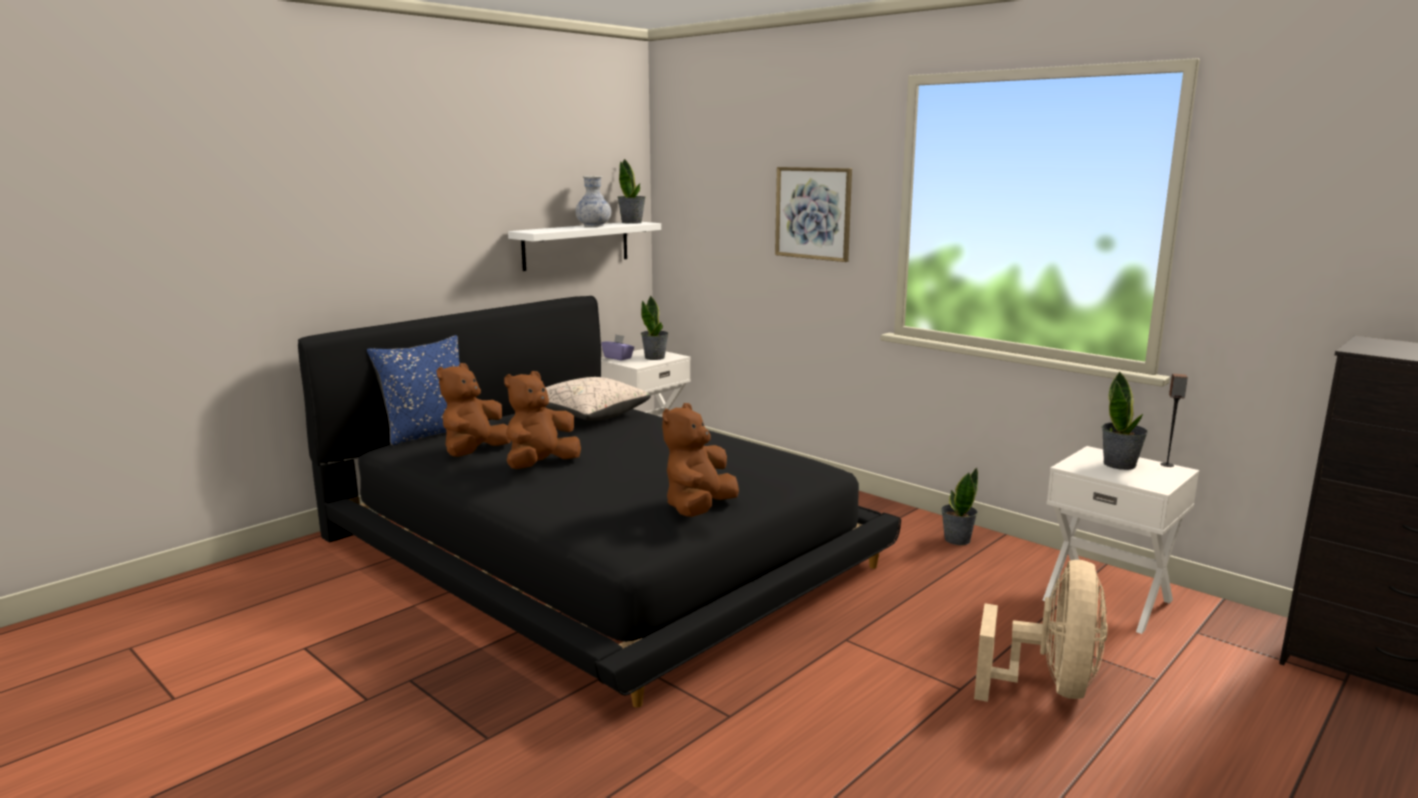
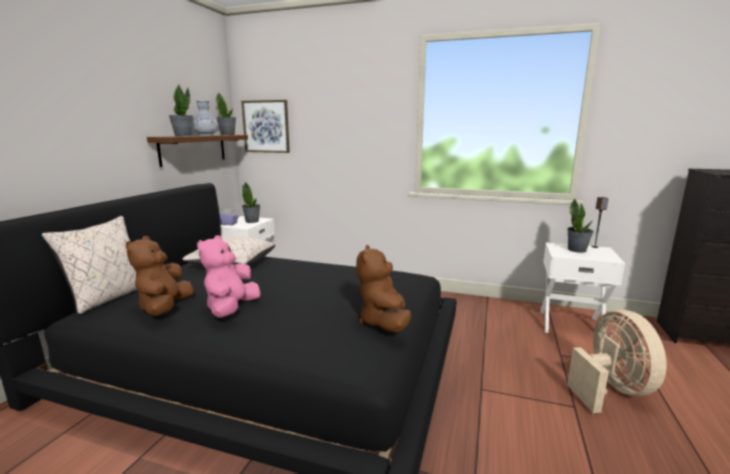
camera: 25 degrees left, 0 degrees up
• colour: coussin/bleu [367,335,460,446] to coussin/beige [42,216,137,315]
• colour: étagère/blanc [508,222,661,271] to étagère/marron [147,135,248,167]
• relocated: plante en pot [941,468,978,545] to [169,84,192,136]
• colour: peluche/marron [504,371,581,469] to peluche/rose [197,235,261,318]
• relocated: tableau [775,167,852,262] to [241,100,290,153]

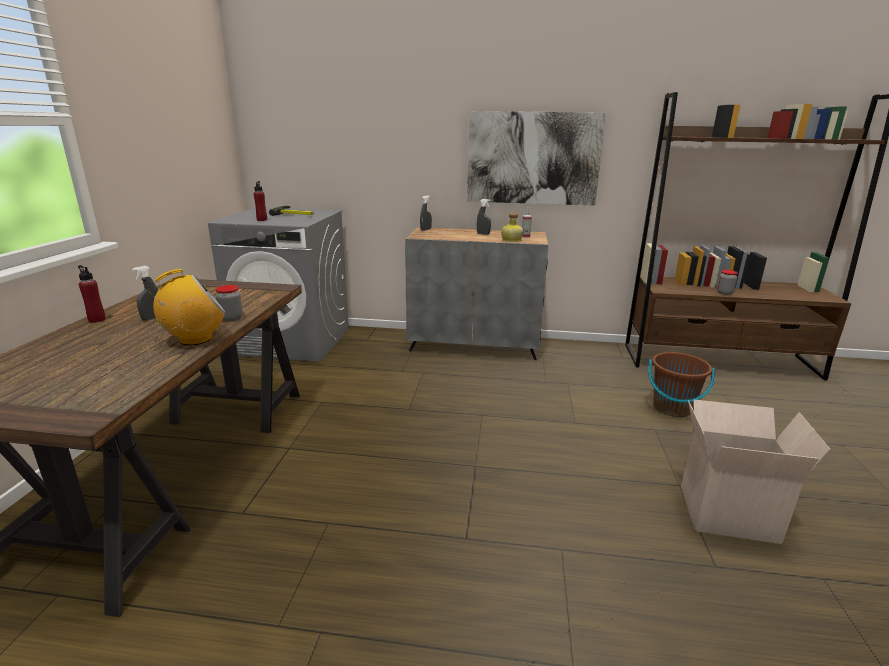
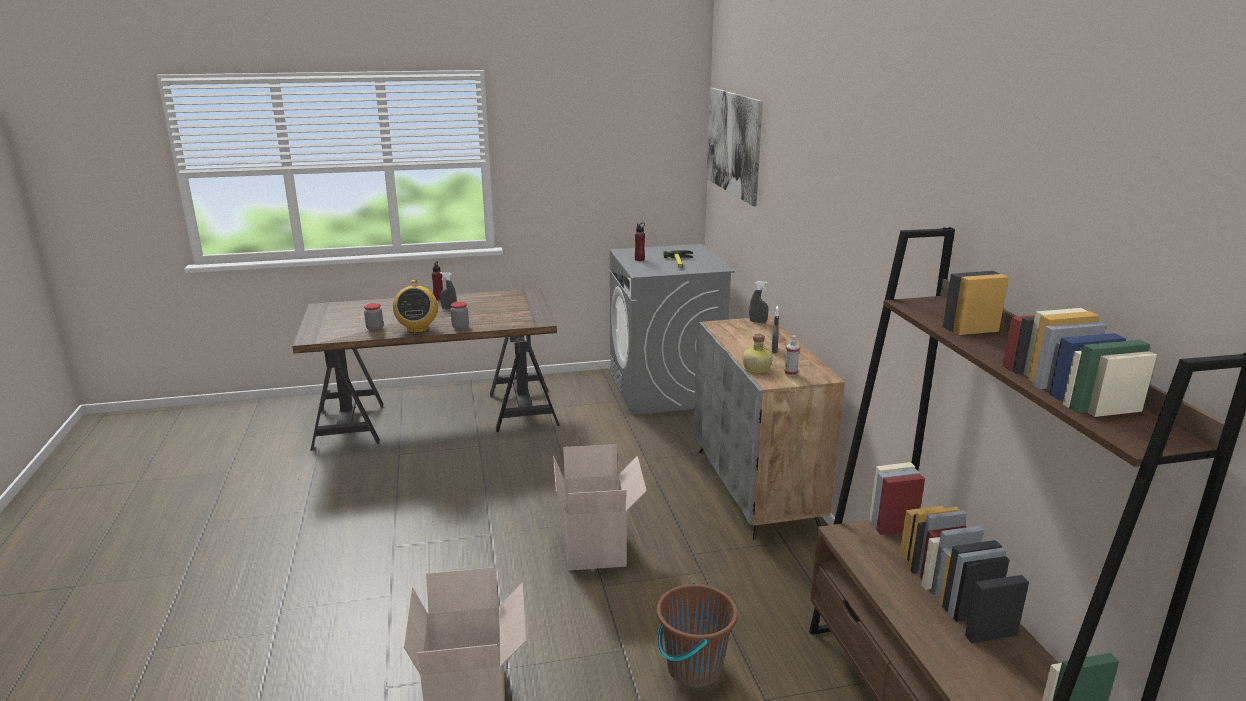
camera: 70 degrees right, 0 degrees up
• relocated: bocal [717,270,738,295] to [364,303,383,331]
• spun: radio [148,269,226,345] = [393,280,438,333] 45 degrees clockwise
• appeared: carton [553,444,647,571]
• relocated: tableau [467,111,606,206] to [706,88,763,206]

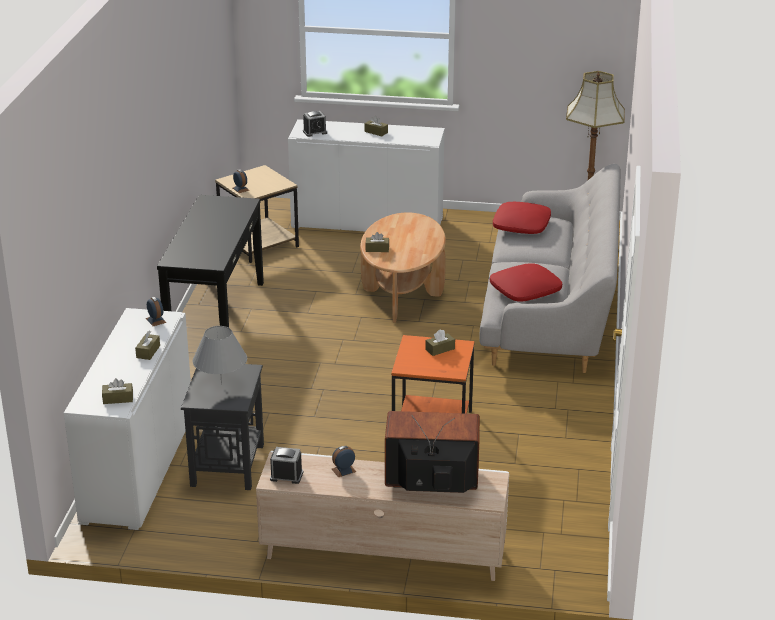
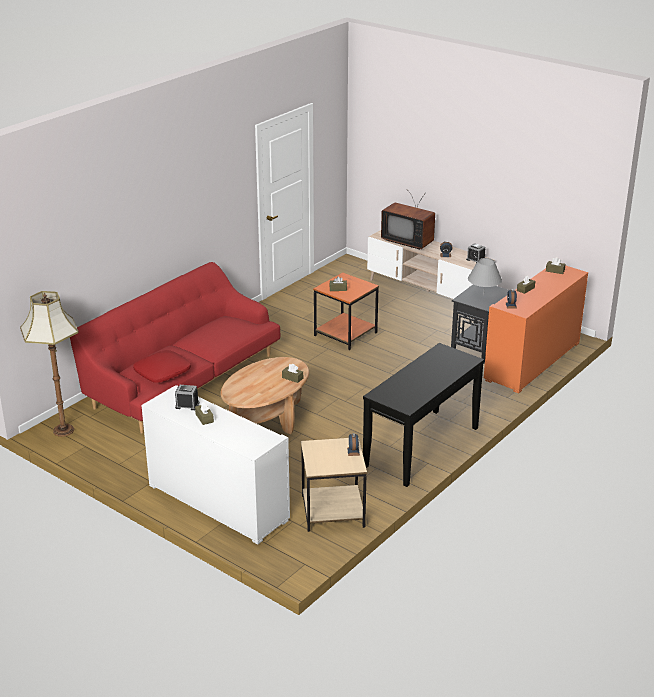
camera: 150 degrees left, 0 degrees up
• colour: canapé/gris [479,164,621,373] to canapé/rouge [70,262,280,434]
• relocated: réveil [303,111,327,137] to [175,385,199,410]
• colour: meuble de rangement/blanc [64,308,191,530] to meuble de rangement/orange [484,265,588,393]
• missing: coussin/rouge [490,263,562,302]

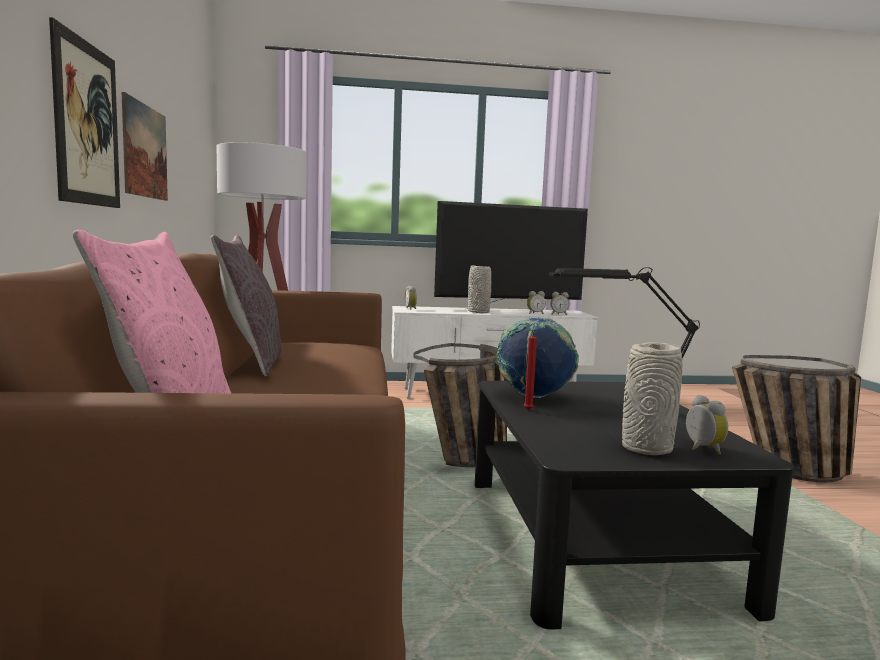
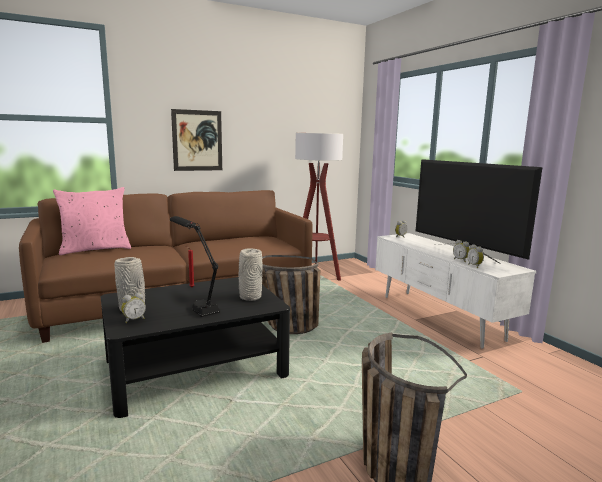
camera: 70 degrees right, 5 degrees up
• relocated: vase/gris [468,265,491,313] to [238,248,263,301]
• missing: tableau [122,92,168,201]
• missing: coussin/gris [211,235,282,376]
• missing: globe [497,317,579,398]

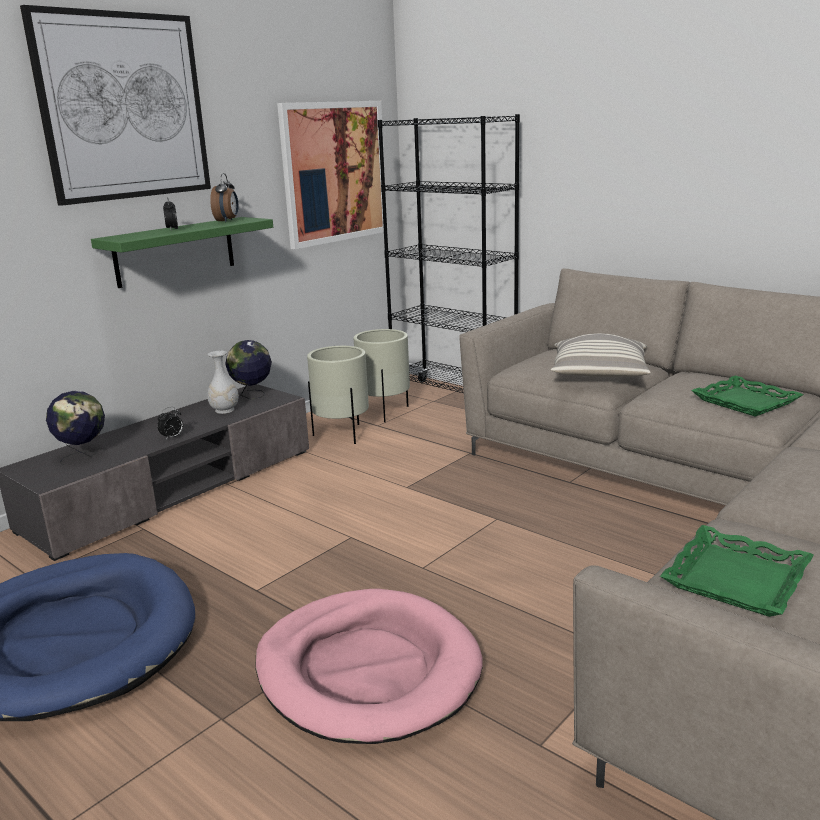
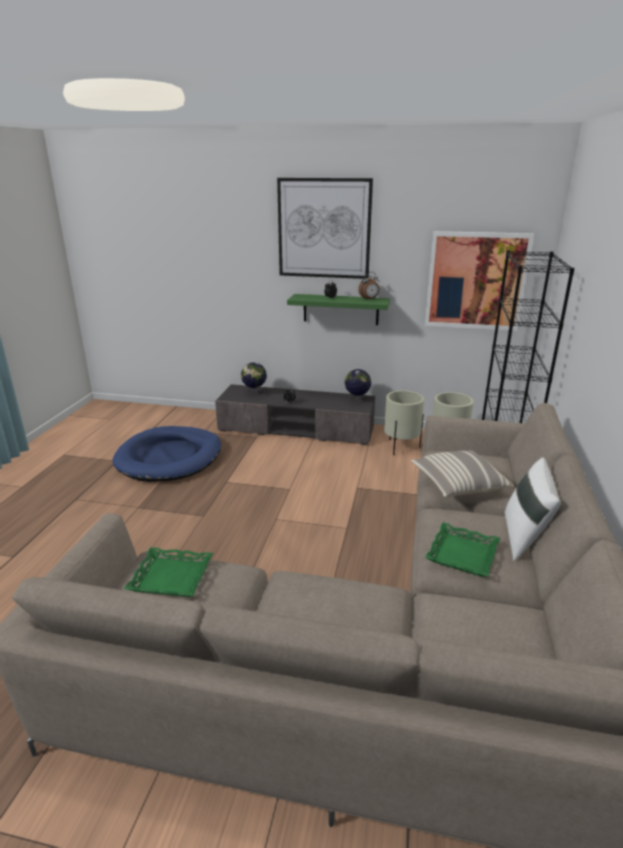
camera: 60 degrees right, 5 degrees up
• appeared: coussin/blanc [504,458,561,561]
• missing: vase/blanc [207,351,239,414]
• missing: panier pour chien/rose [255,589,483,744]

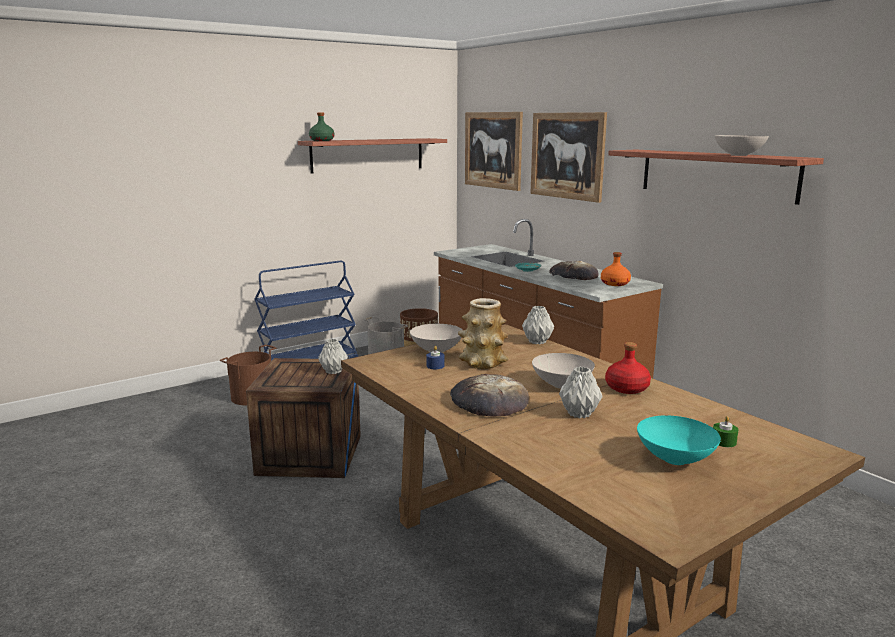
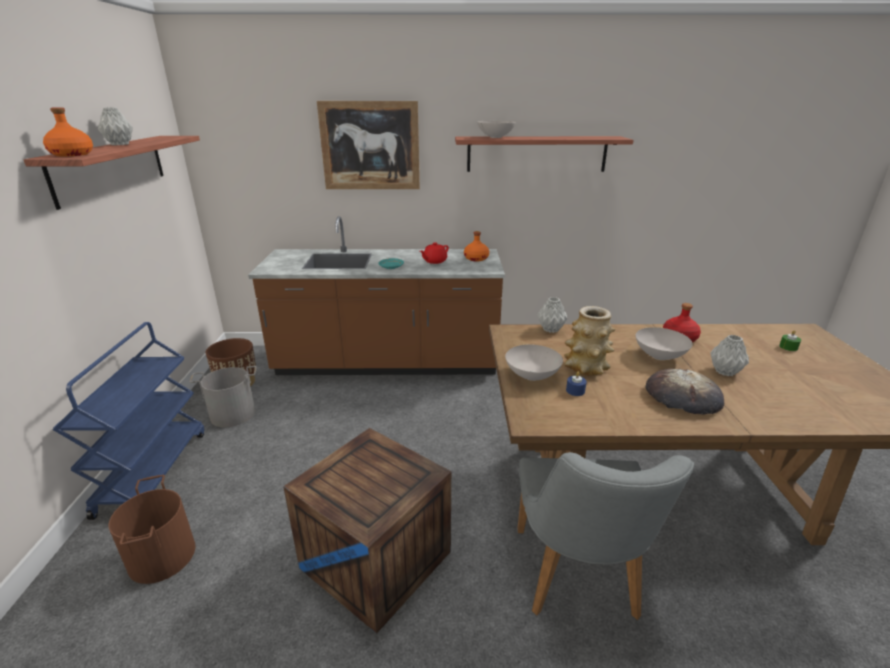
camera: 55 degrees left, 10 degrees up
• colour: bouteille/vert [309,112,334,141] to bouteille/orange [43,107,93,156]
• relocated: vase/gris [318,339,348,374] to [98,107,133,145]
• exchanged: pain [549,261,599,280] to théière/rouge [420,242,449,264]
• relocated: bol/blanc [715,135,769,156] to [477,121,516,138]
• appeared: chaise/gris [517,452,694,620]
• missing: tableau [465,112,523,191]
• missing: bol/turquoise [637,415,721,465]

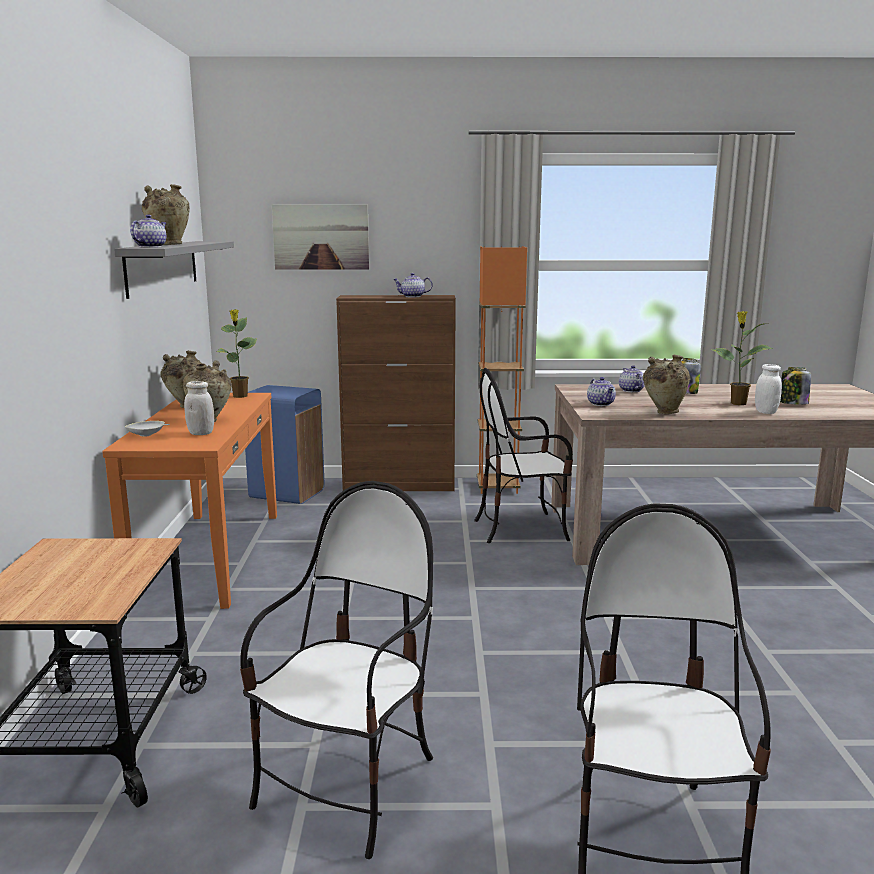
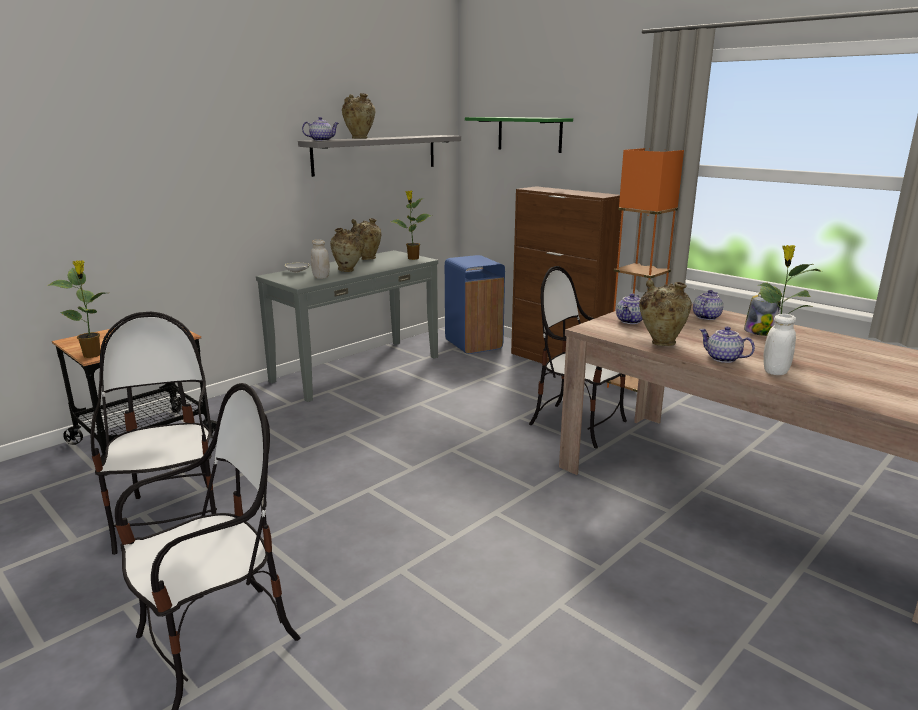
camera: 45 degrees right, 5 degrees up
• appeared: plante en pot [49,260,105,358]
• spun: chaise [240,481,433,859] = [91,312,217,555] 90 degrees counterclockwise
• colour: table console/orange [102,393,277,609] to table console/gris [256,250,438,402]
• exchanged: tableau [272,204,369,270] to étagère/vert [465,117,573,153]
• relocated: théière [393,273,433,297] to [699,326,755,363]
• missing: bocal [780,367,811,405]

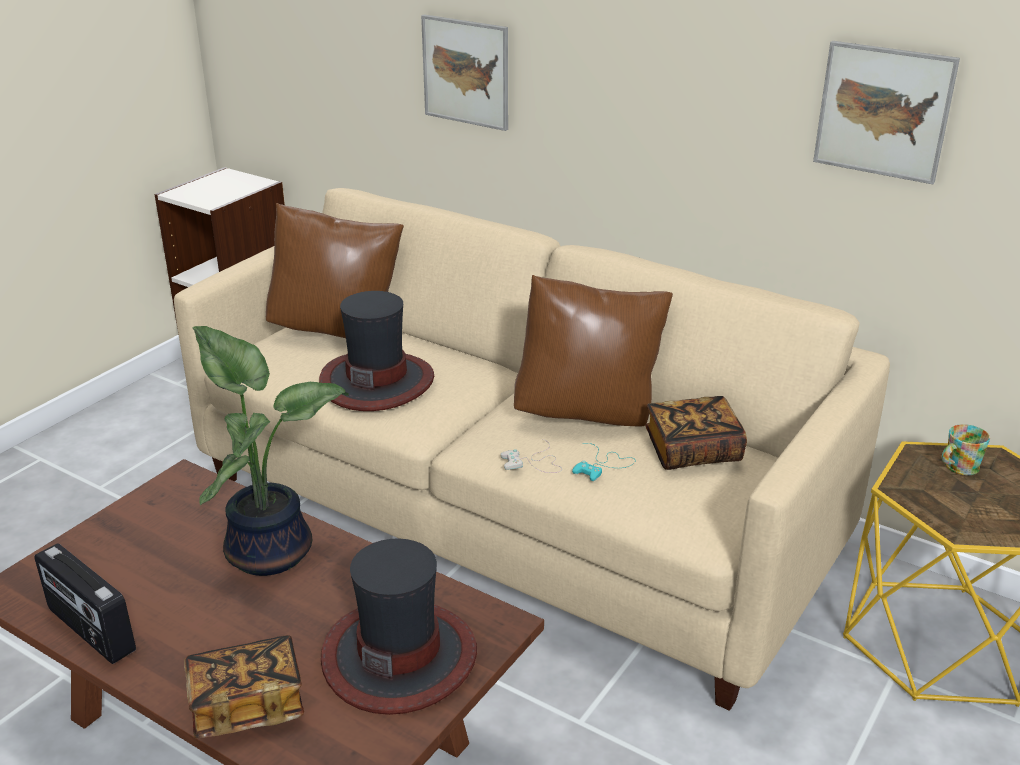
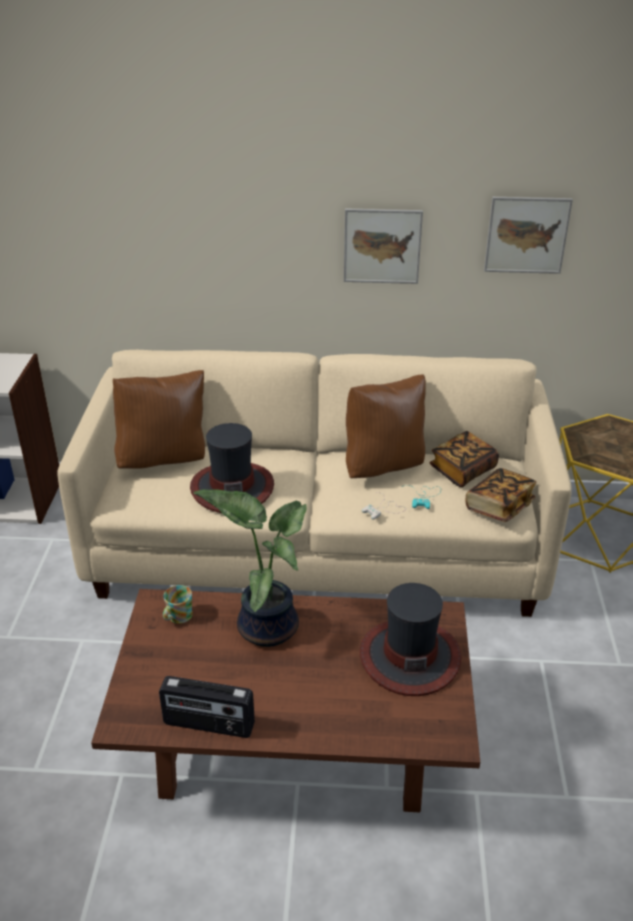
camera: 30 degrees left, 5 degrees up
• relocated: mug [942,424,990,475] to [163,585,193,624]
• relocated: tableau [421,14,508,131] to [344,208,423,284]
• relocated: livre [184,635,304,738] to [466,468,536,522]

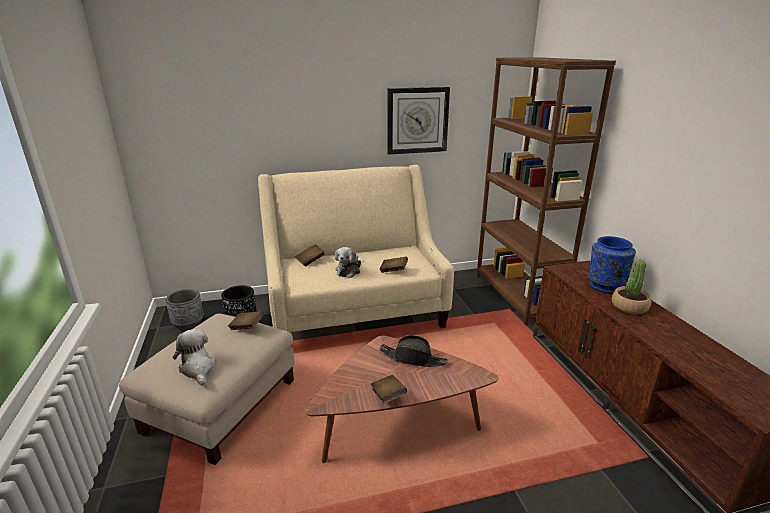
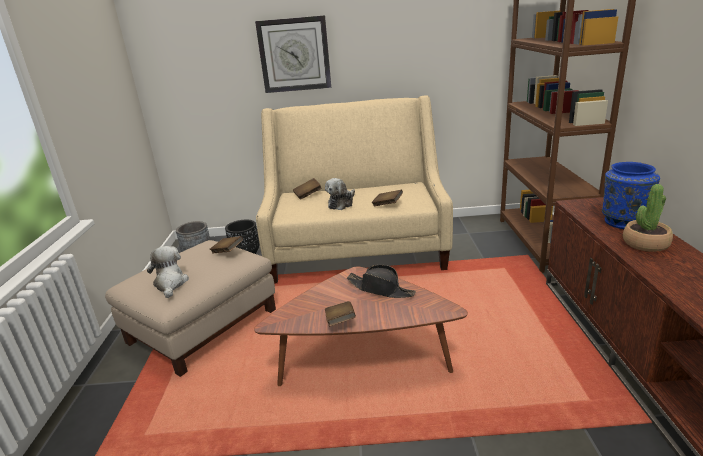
camera: 15 degrees right, 0 degrees up
• relocated: horloge murale [387,87,450,155] to [255,15,331,93]

